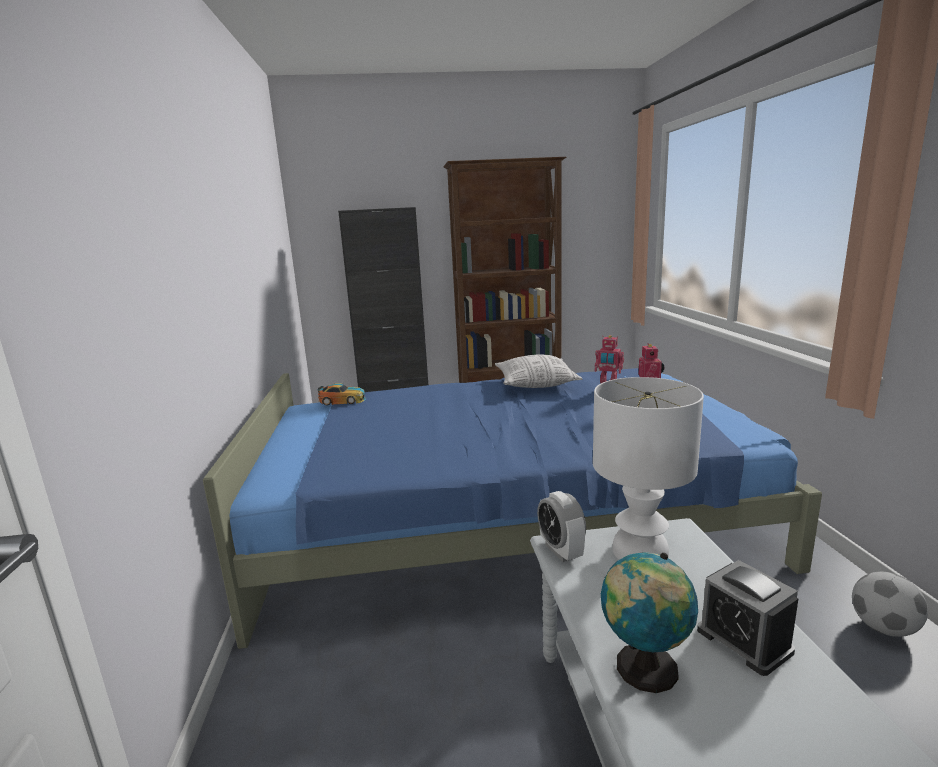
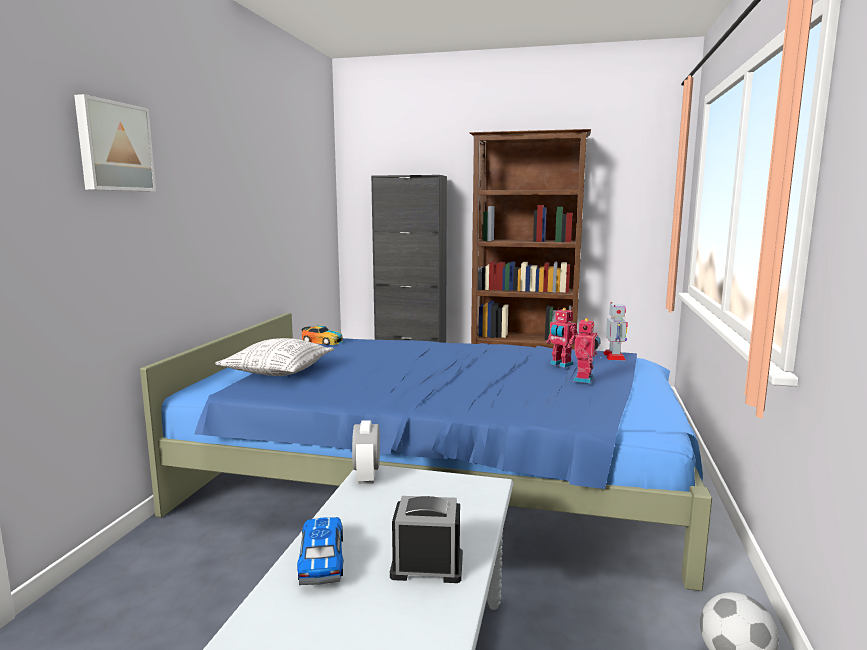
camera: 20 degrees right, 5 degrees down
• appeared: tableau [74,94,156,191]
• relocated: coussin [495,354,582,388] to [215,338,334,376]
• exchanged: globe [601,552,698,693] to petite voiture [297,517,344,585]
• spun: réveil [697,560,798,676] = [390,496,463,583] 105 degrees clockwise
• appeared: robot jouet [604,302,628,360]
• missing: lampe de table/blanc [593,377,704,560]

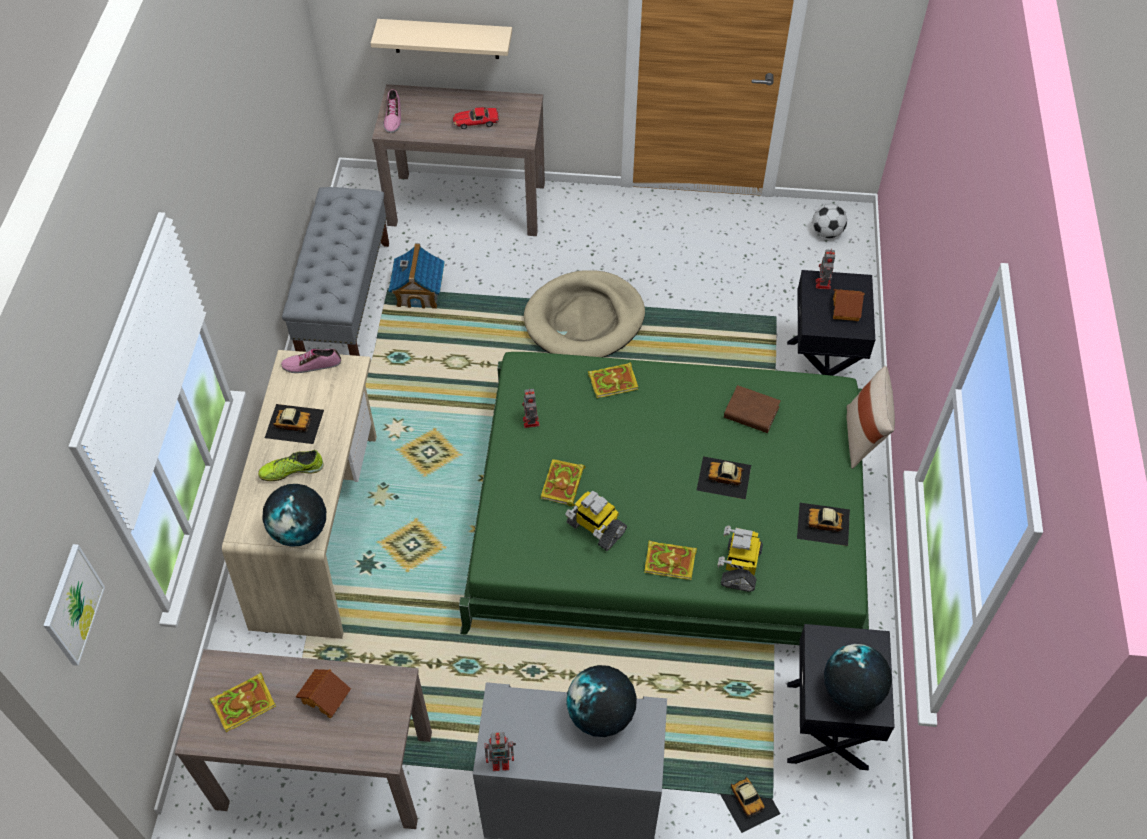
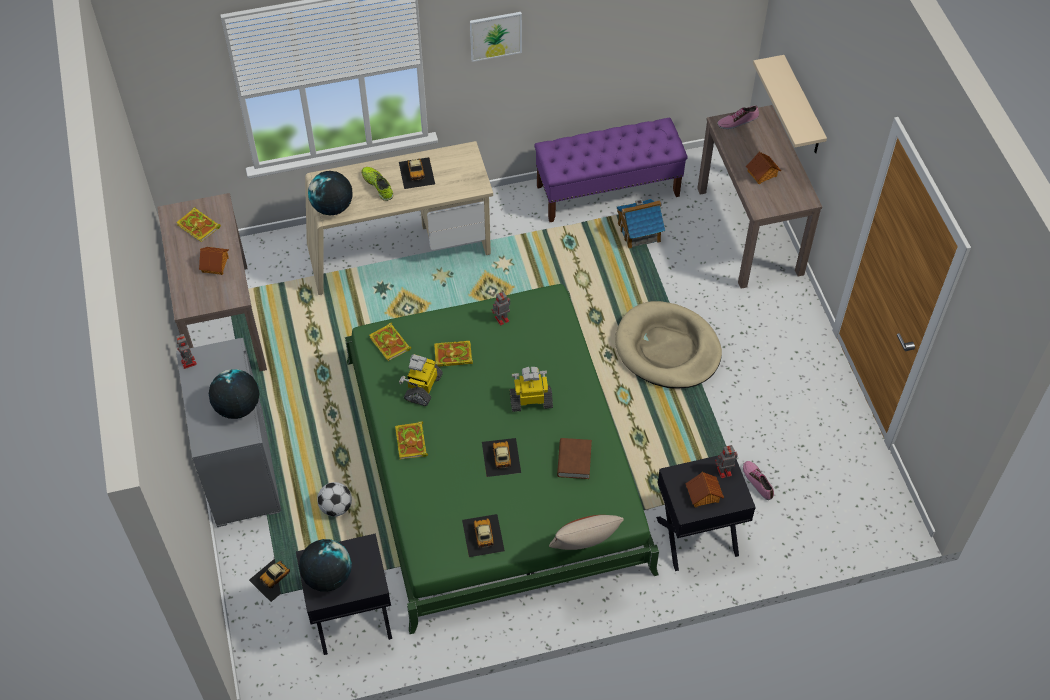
camera: 70 degrees right, 0 degrees up
• relocated: ballon de foot [812,204,847,238] to [317,482,352,517]
• relocated: livre [588,362,639,398] to [369,323,411,361]
• relocated: tableau [43,544,105,666] to [470,12,522,62]
• relocated: robot jouet [717,526,763,592] to [510,367,553,412]
• colour: banc/gris [282,187,389,356] to banc/violet [534,118,688,222]
• relocated: chaussure [281,348,341,373] to [743,461,774,500]
• exchanged: petite voiture [453,107,499,129] to maison miniature [746,152,781,184]

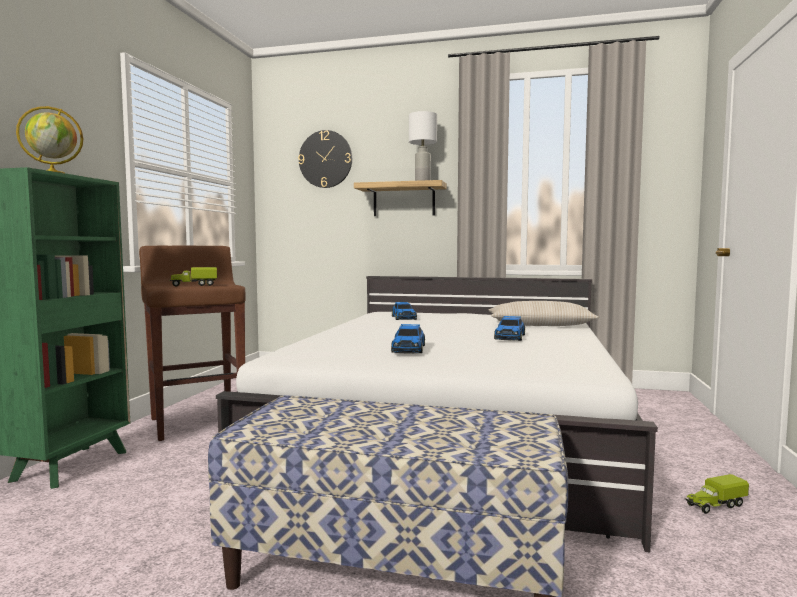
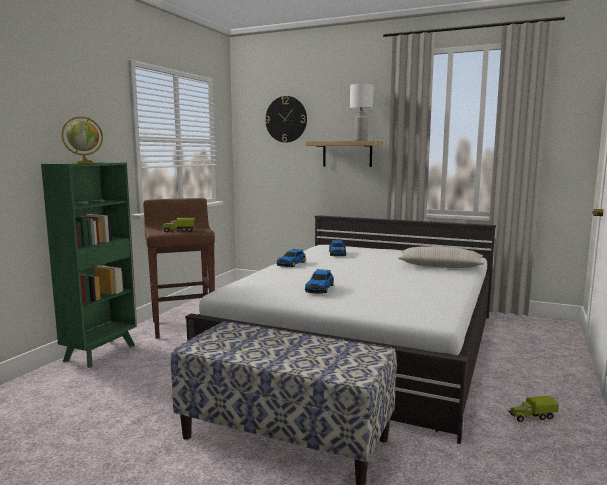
camera: 10 degrees right, 5 degrees up
• relocated: petite voiture [494,316,525,341] to [277,249,306,267]

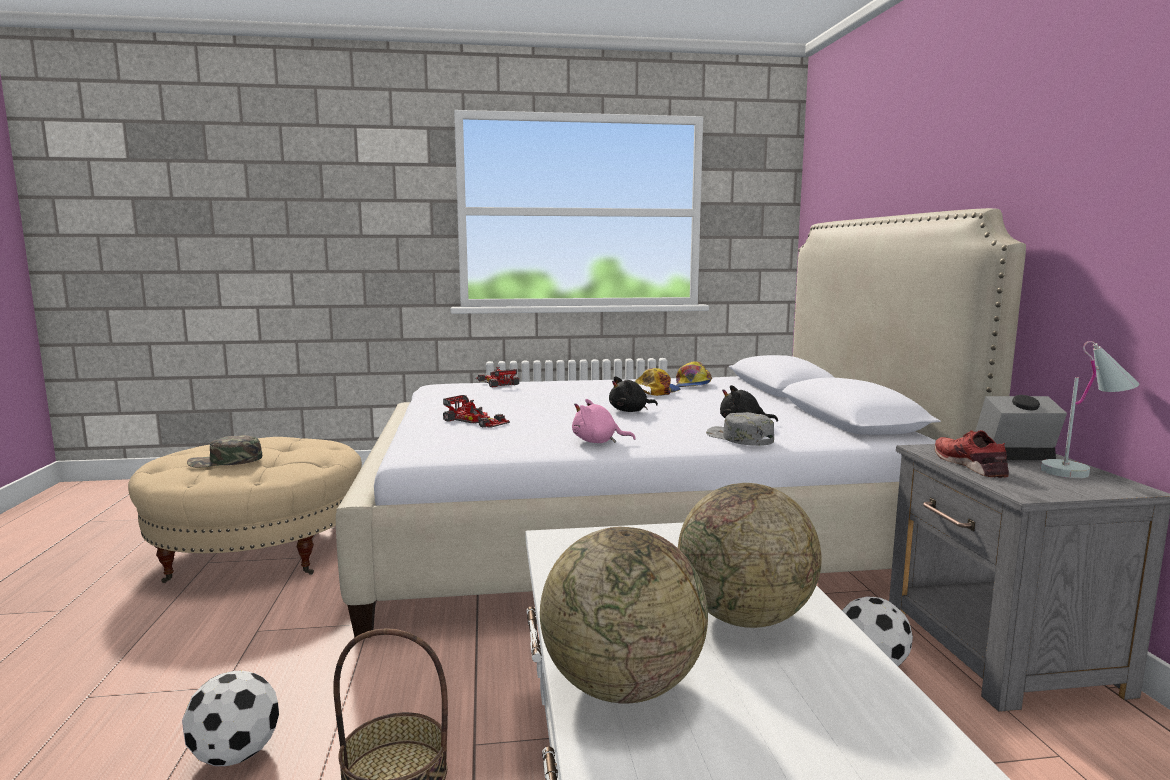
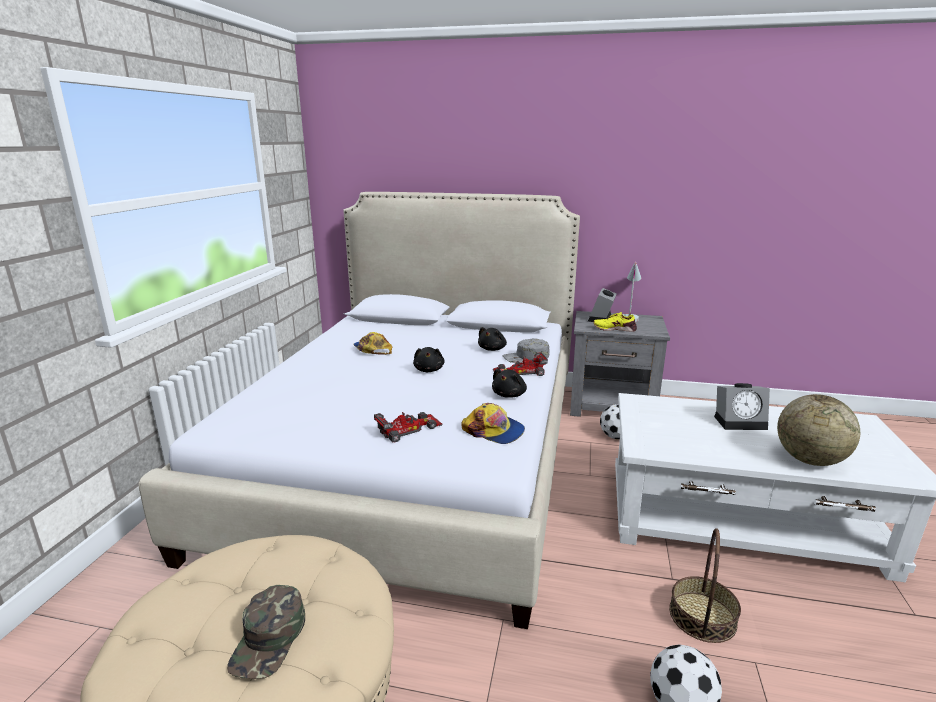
camera: 70 degrees left, 10 degrees up
• relocated: casquette [676,361,712,387] to [461,403,525,444]
• colour: peluche/rose [572,399,636,443] to peluche/noir [492,369,527,398]
• relocated: petite voiture [476,367,519,387] to [493,352,548,376]
• colour: chaussure/rouge [935,430,1009,478] to chaussure/jaune [594,312,637,332]
• exchanged: globe [678,483,822,628] to réveil [714,383,770,430]

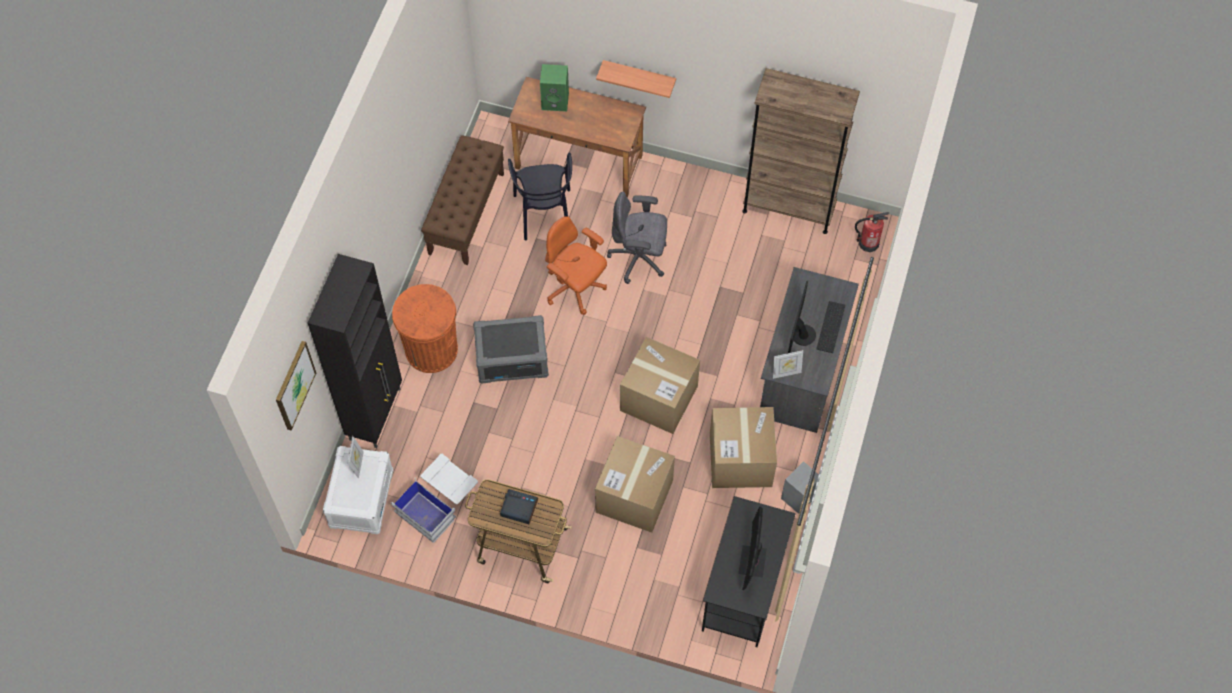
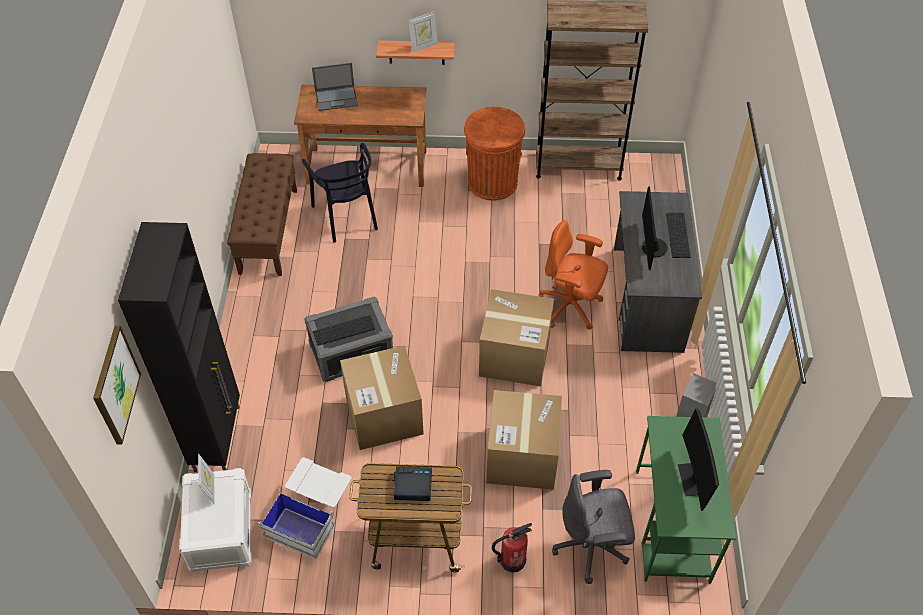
camera: 15 degrees left, 10 degrees down
• exchanged: enceinte/vert [540,64,569,112] to ordinateur portable [312,63,358,111]
• appeared: clavier [313,315,375,346]
• relocated: carton [710,407,777,488] to [340,345,424,450]
• relocated: cadre photo [773,350,803,379] to [408,12,438,53]
• relocated: poubelle/orange [392,284,458,373] to [464,107,525,201]
• relocated: extincteur [855,212,889,252] to [492,523,532,572]
• relocated: chaise de bureau/orange [545,216,607,315] to [538,220,608,330]
• relocated: chaise de bureau/gris [607,192,667,284] to [552,470,635,584]
• colour: bureau/noir [702,496,796,647] to bureau/vert [636,416,736,584]

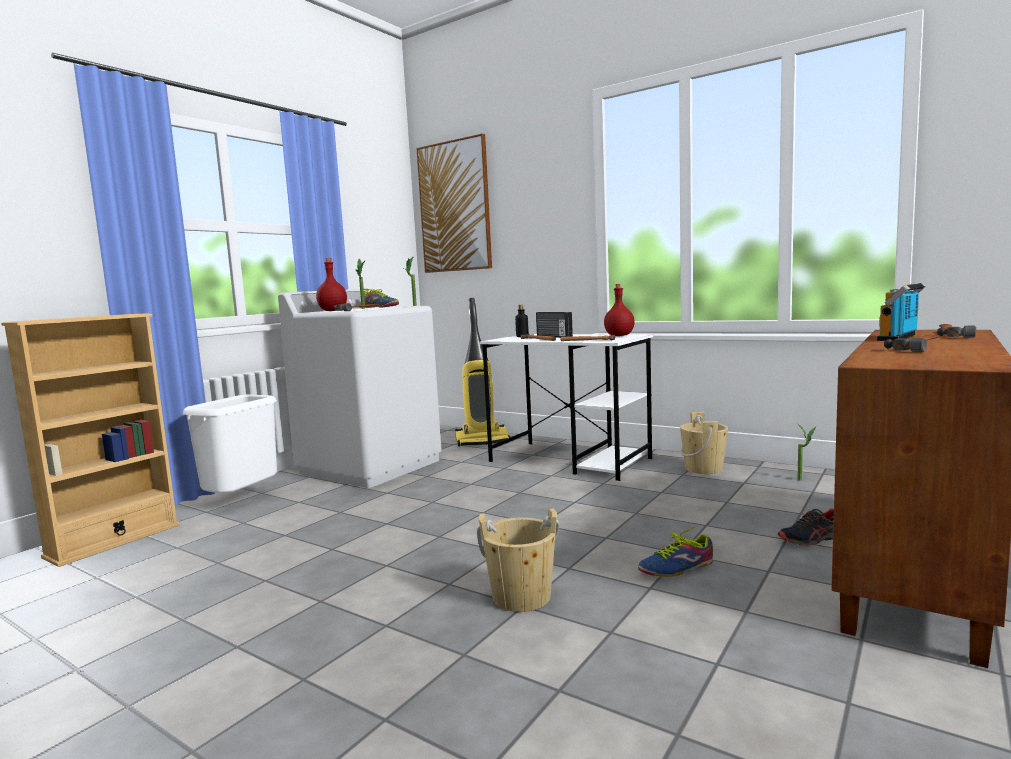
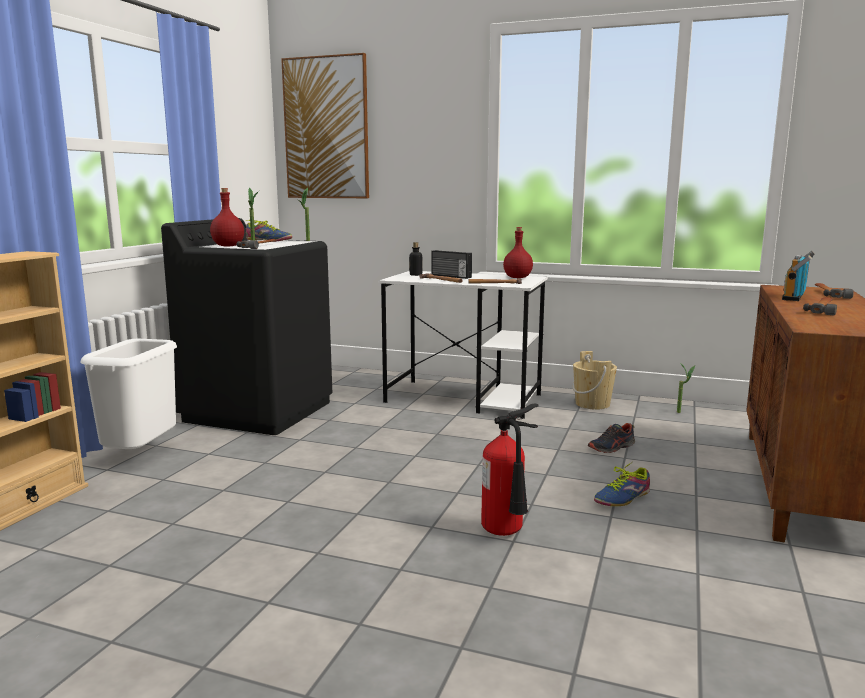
camera: 15 degrees left, 5 degrees up
• colour: lave-linge/blanc [278,289,442,488] to lave-linge/noir [161,218,332,435]
• exchanged: seau/beige [477,508,560,612] to extincteur [481,404,538,536]
• relocated: chaussure [778,508,834,546] to [588,423,635,453]
• missing: aspirateur [455,298,510,447]

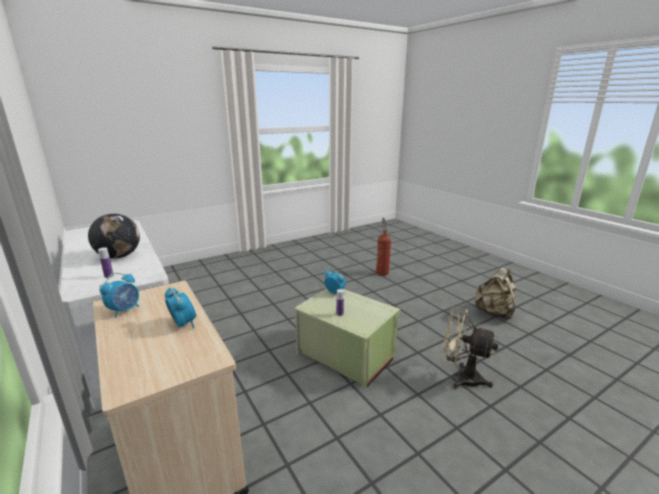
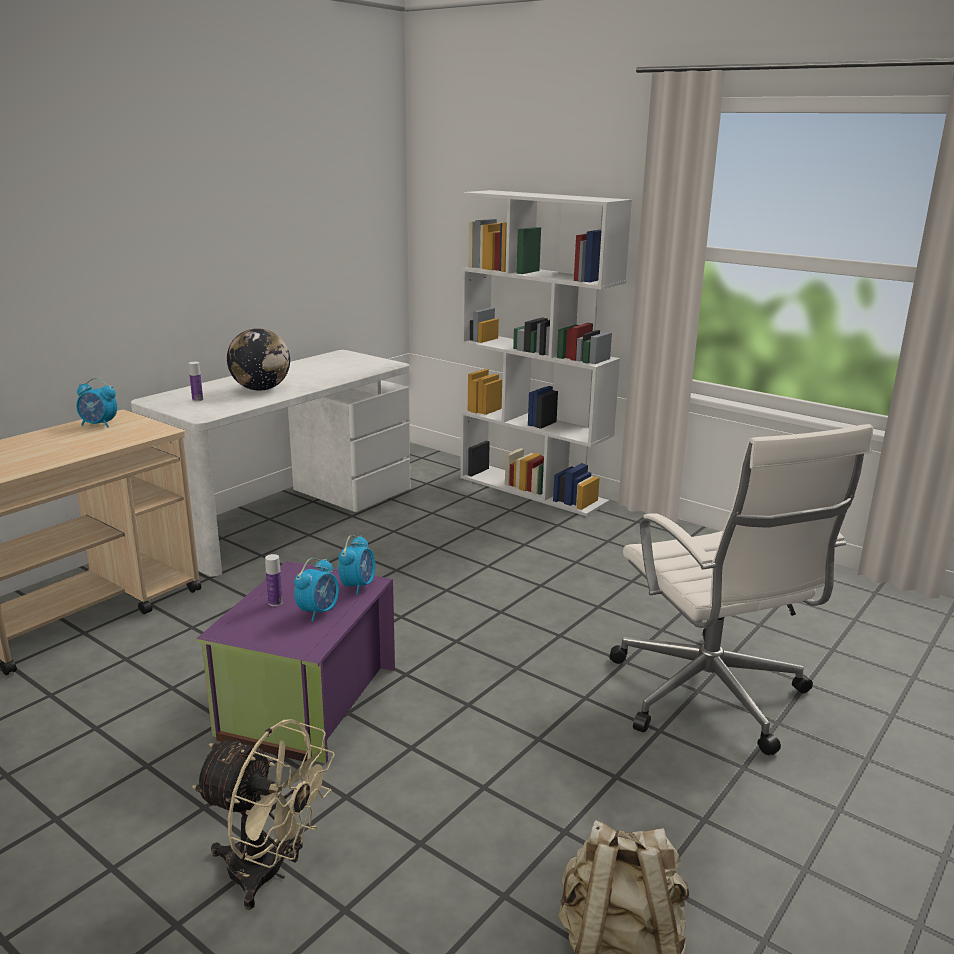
camera: 70 degrees right, 0 degrees up
• spun: ventilateur/beige [441,307,498,389] = [192,719,335,910] 105 degrees clockwise
• colour: boîte de rangement/vert [295,288,400,388] to boîte de rangement/violet [196,561,395,763]
• relocated: réveil [165,288,196,328] to [294,558,339,622]
• appeared: bibliothèque/blanc [460,190,632,516]
• exchanged: extincteur [376,218,391,276] to chaise de bureau/blanc [609,424,873,755]

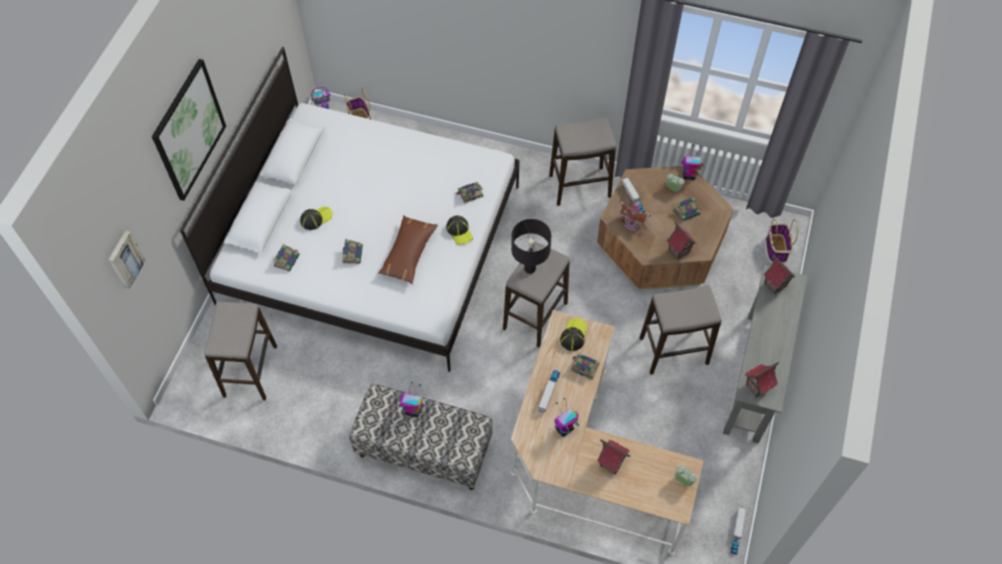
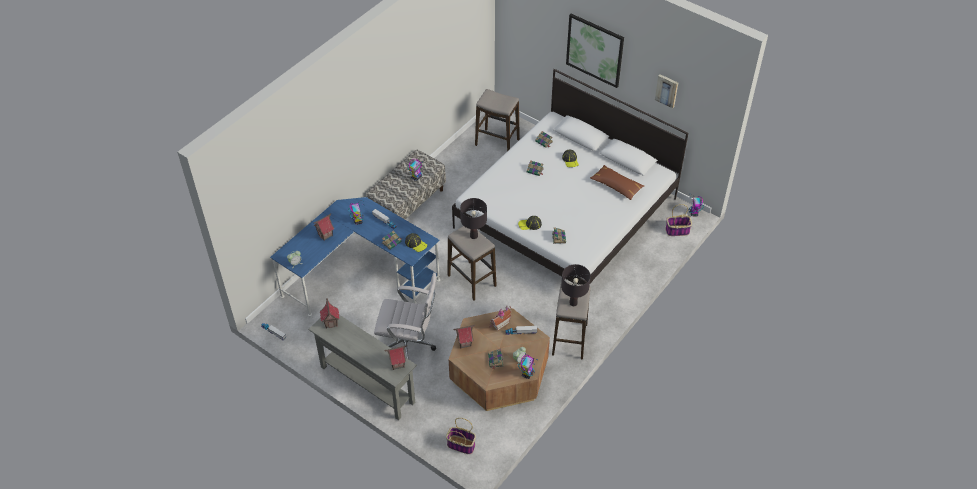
camera: 110 degrees right, 10 degrees down
• colour: bureau/beige [511,310,704,555] to bureau/bleu [270,197,440,316]
• exchanged: tabouret [639,285,722,375] to chaise de bureau/blanc [374,272,437,359]
• appeared: lampe de table/noir [561,264,590,306]
• relocated: coussin/marron [378,215,438,284] to [590,165,644,200]
• relocated: tableau [108,230,146,289] to [655,74,678,108]

